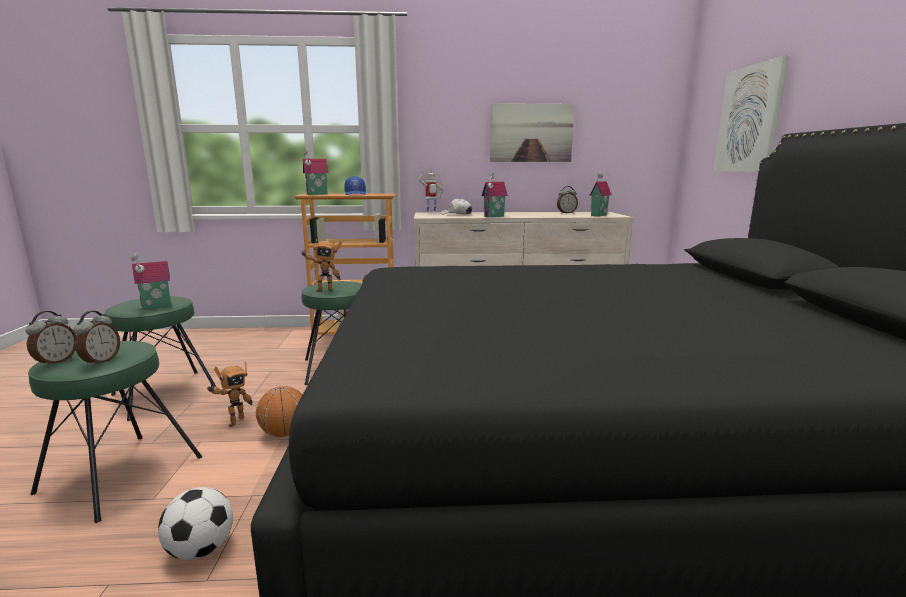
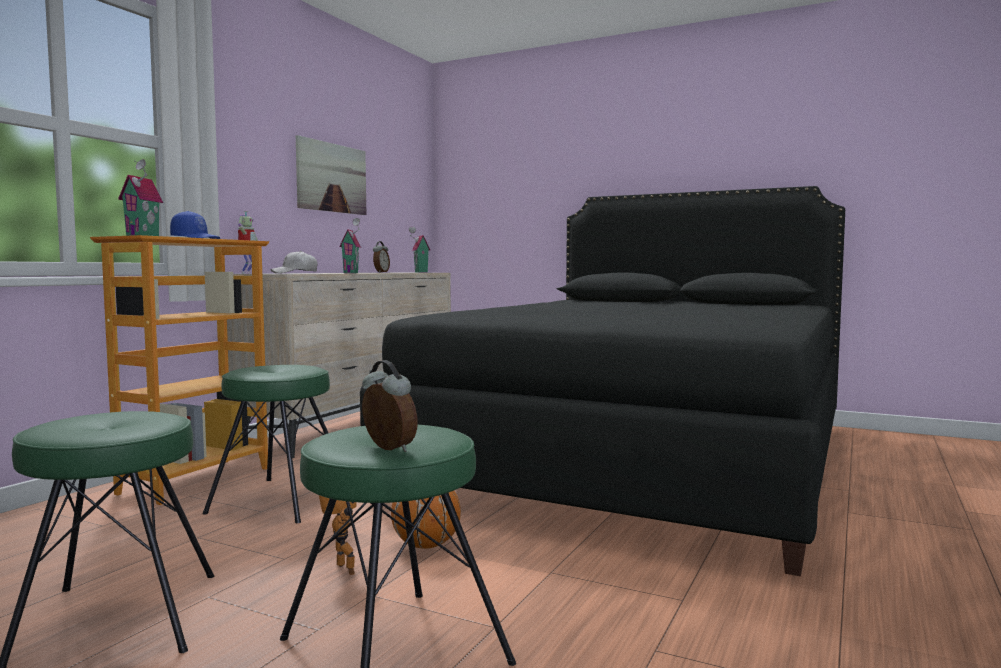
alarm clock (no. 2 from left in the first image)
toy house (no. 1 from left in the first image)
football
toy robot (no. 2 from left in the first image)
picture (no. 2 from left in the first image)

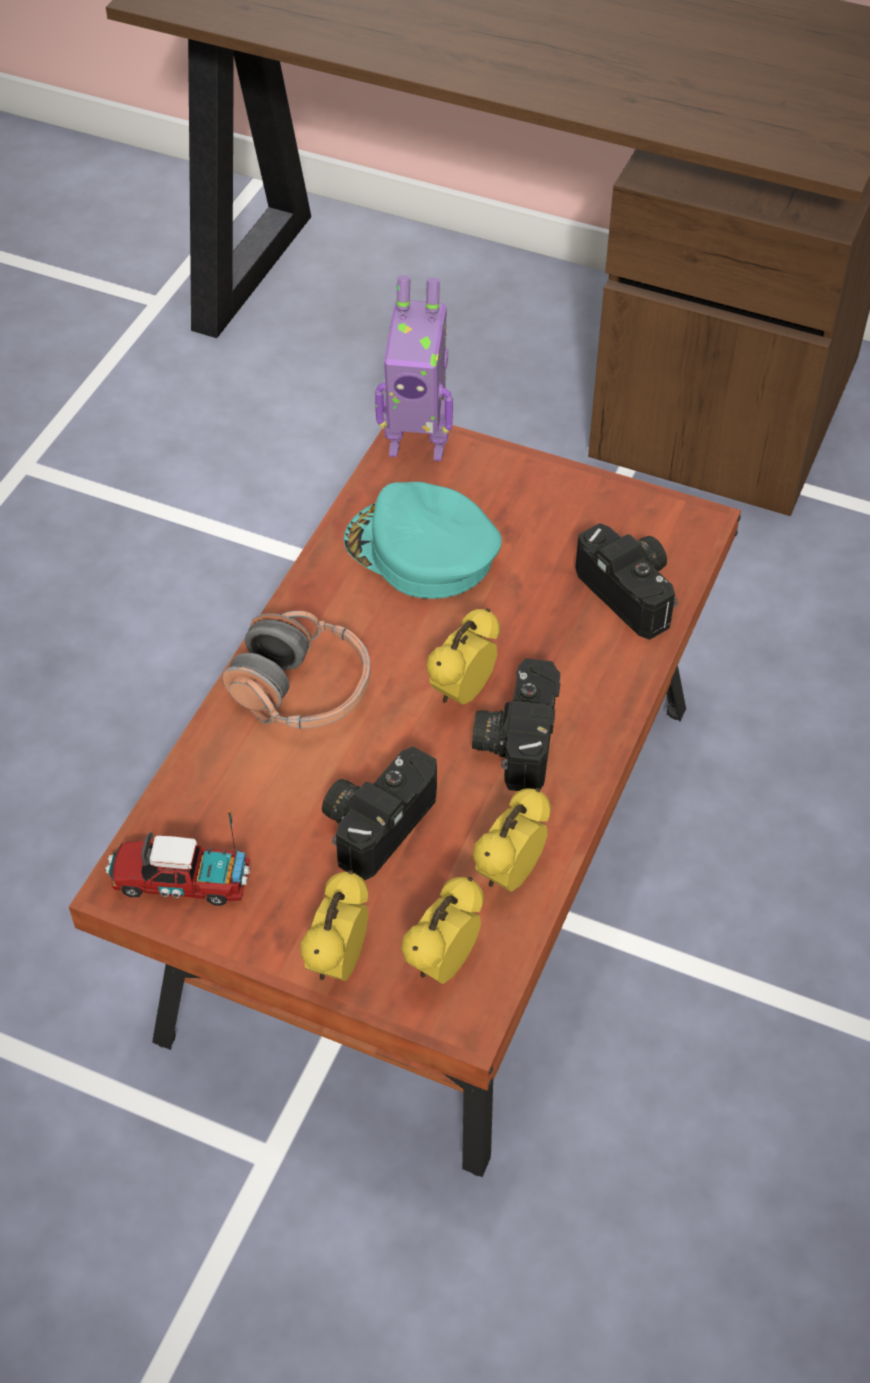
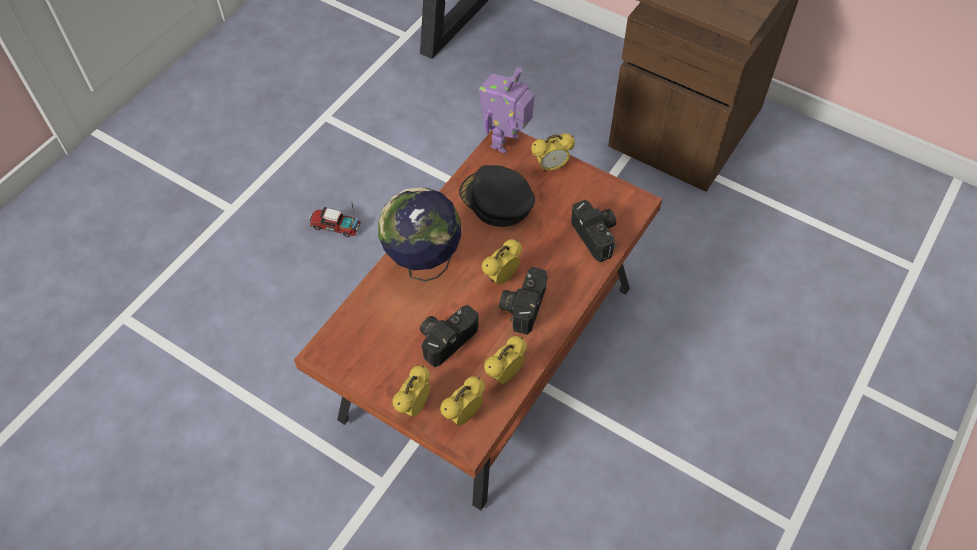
alarm clock (no. 5 from left)
toy truck
globe
cap/black
toy robot

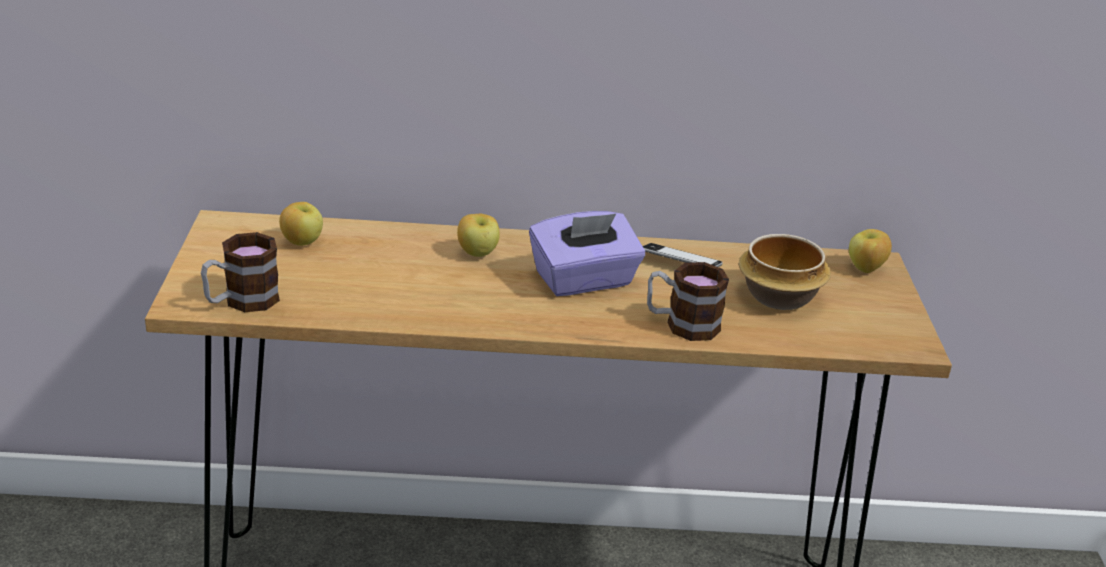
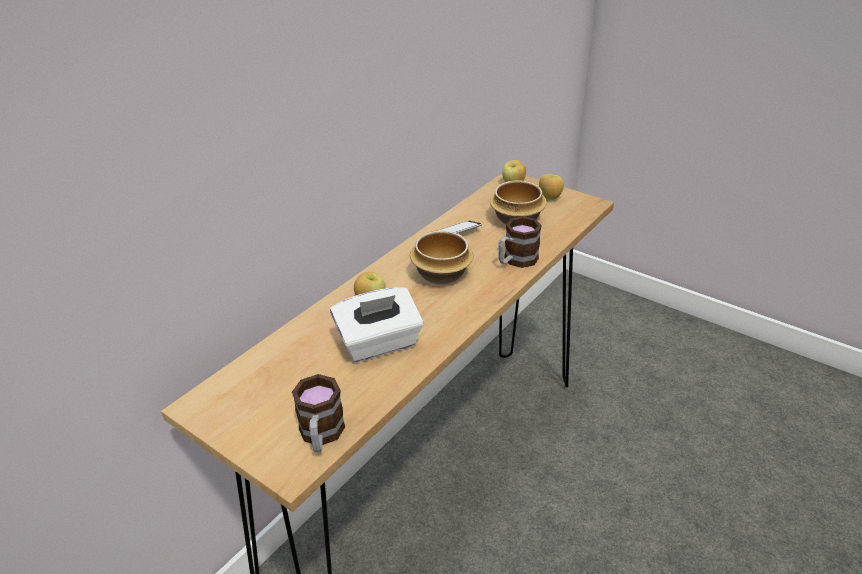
tissue box/white
apple (no. 3 from left)
bowl (no. 1 from left)

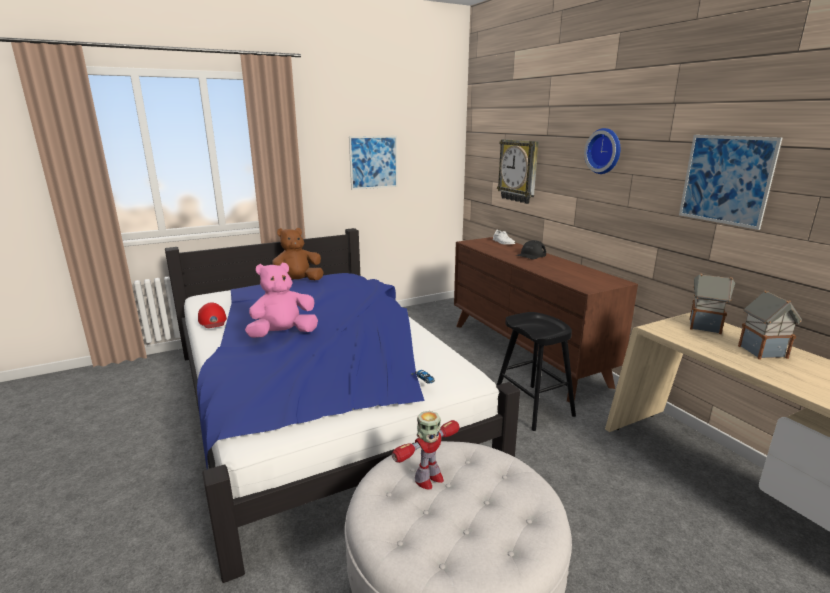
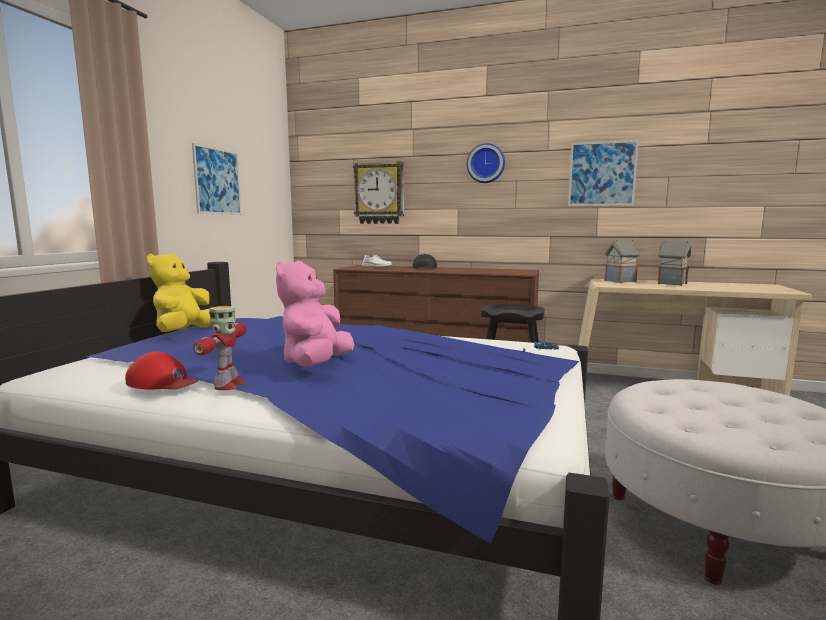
toy robot
plush toy/yellow

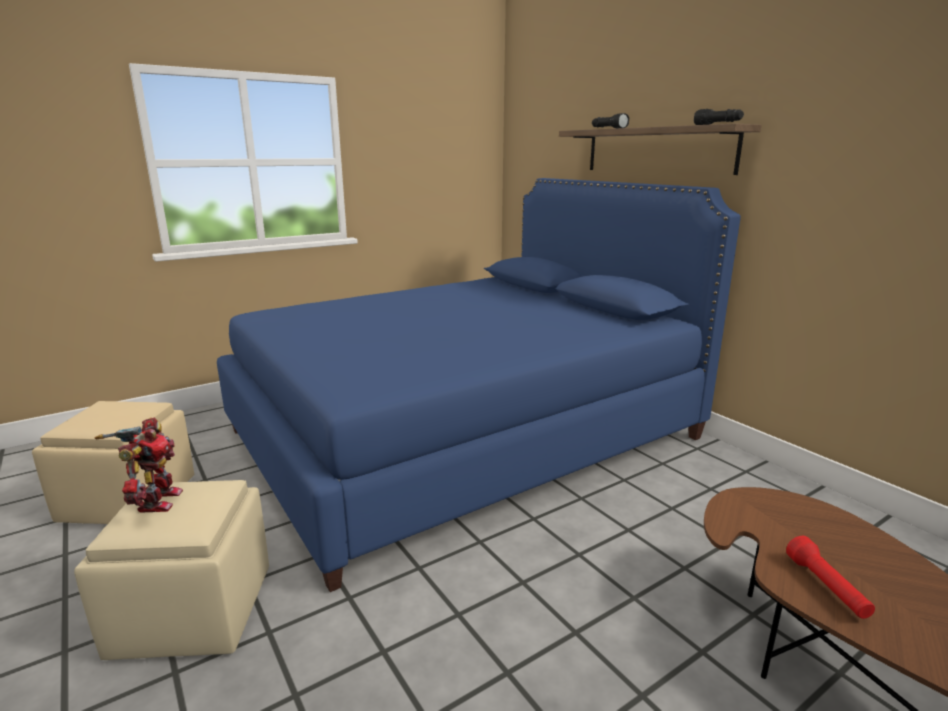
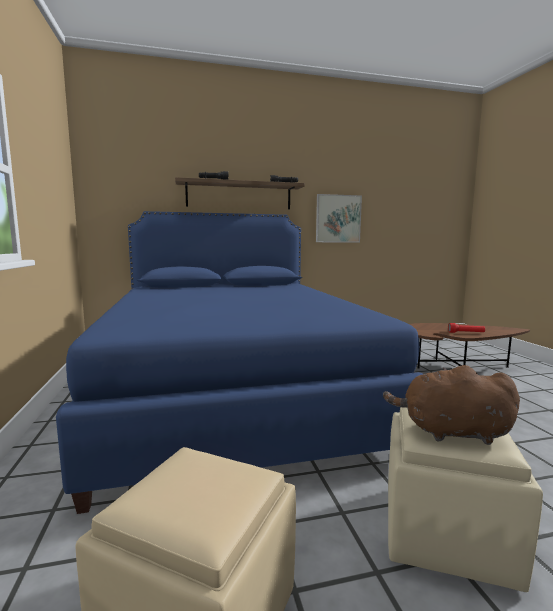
picture
plush toy/brown

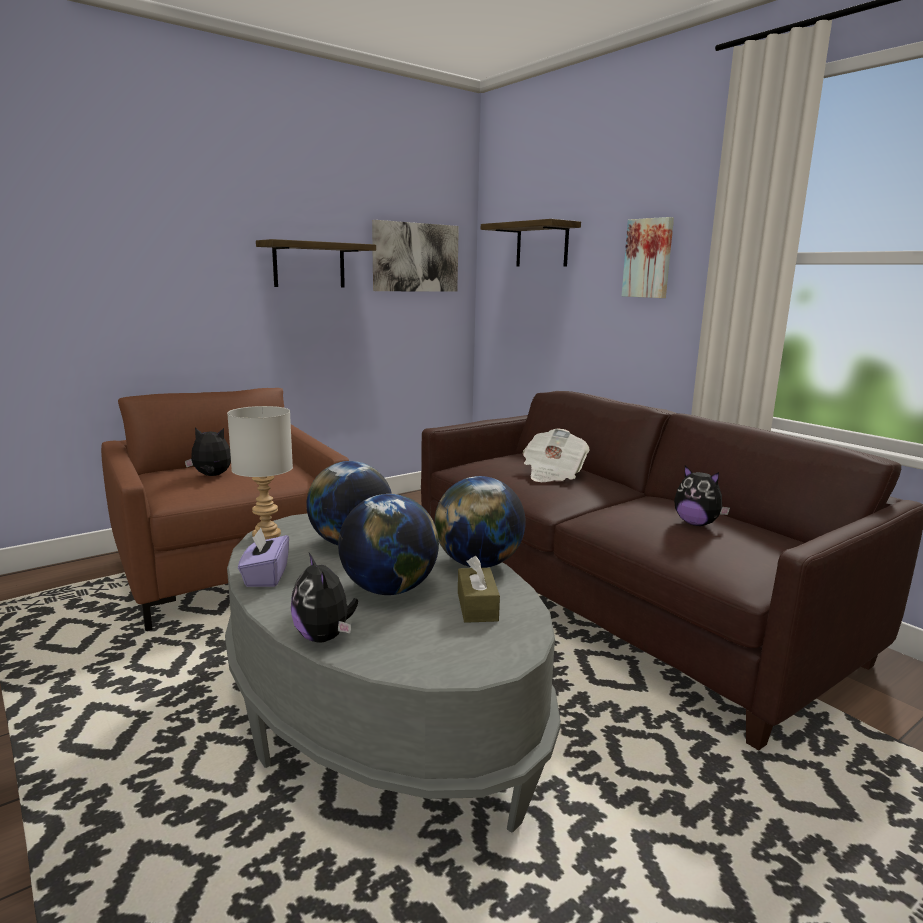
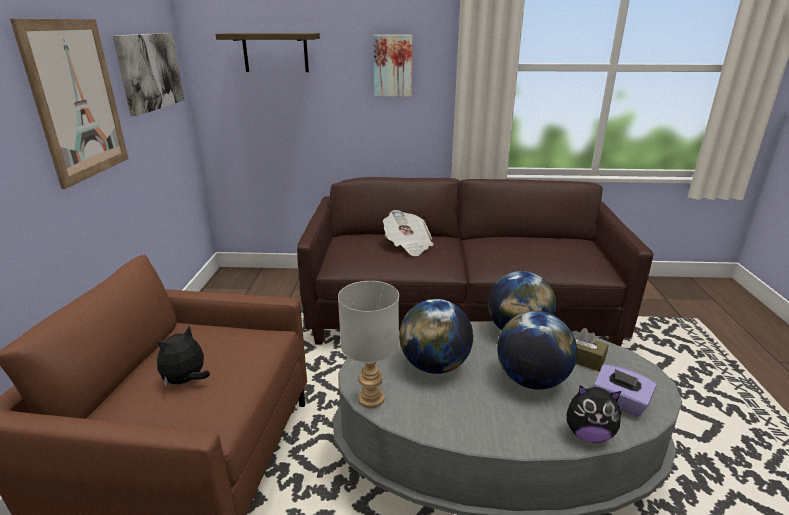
plush toy (no. 3 from left in the first image)
tissue box/purple
picture (no. 1 from left)

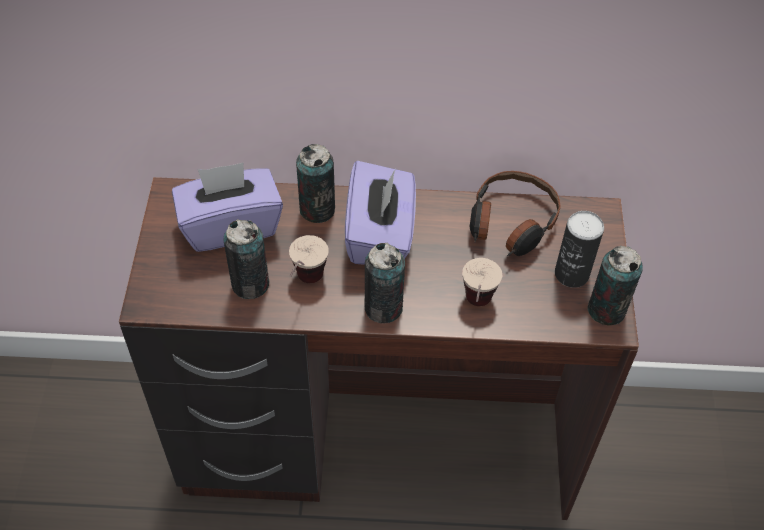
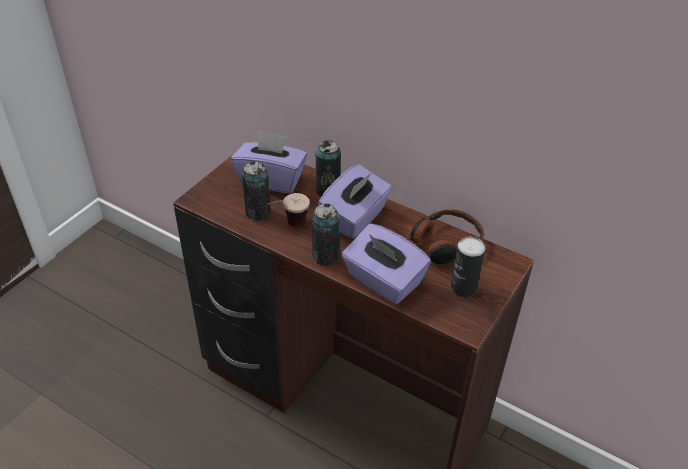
can (no. 5 from left in the first image)
tissue box/purple (no. 3 from left)

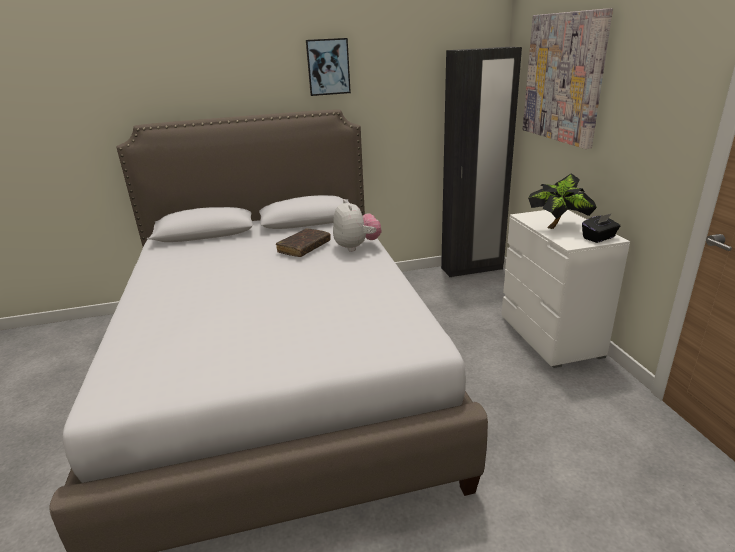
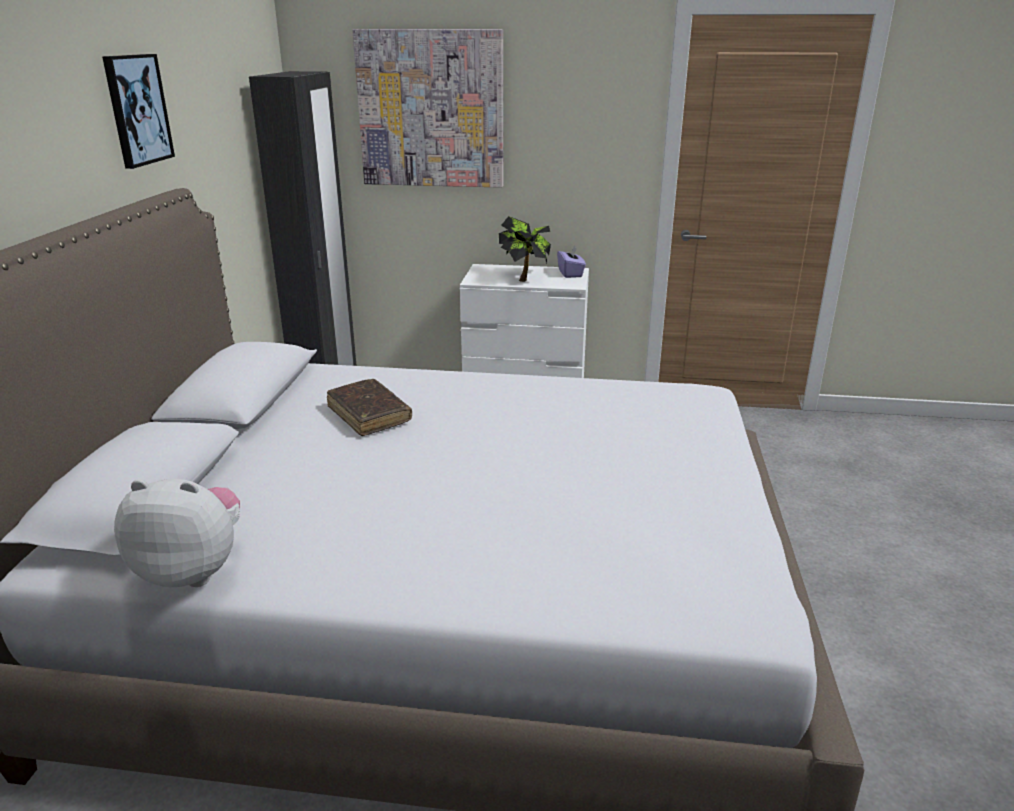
plush toy
tissue box/purple

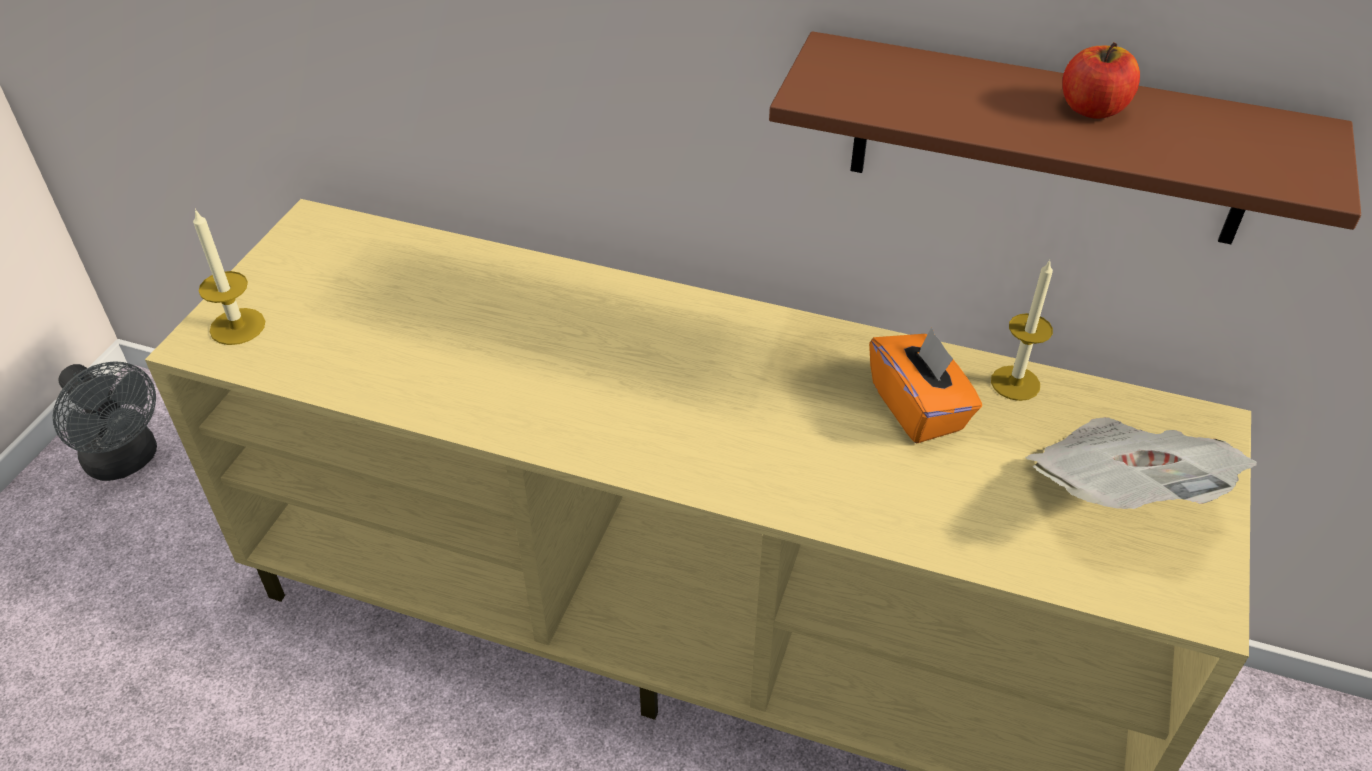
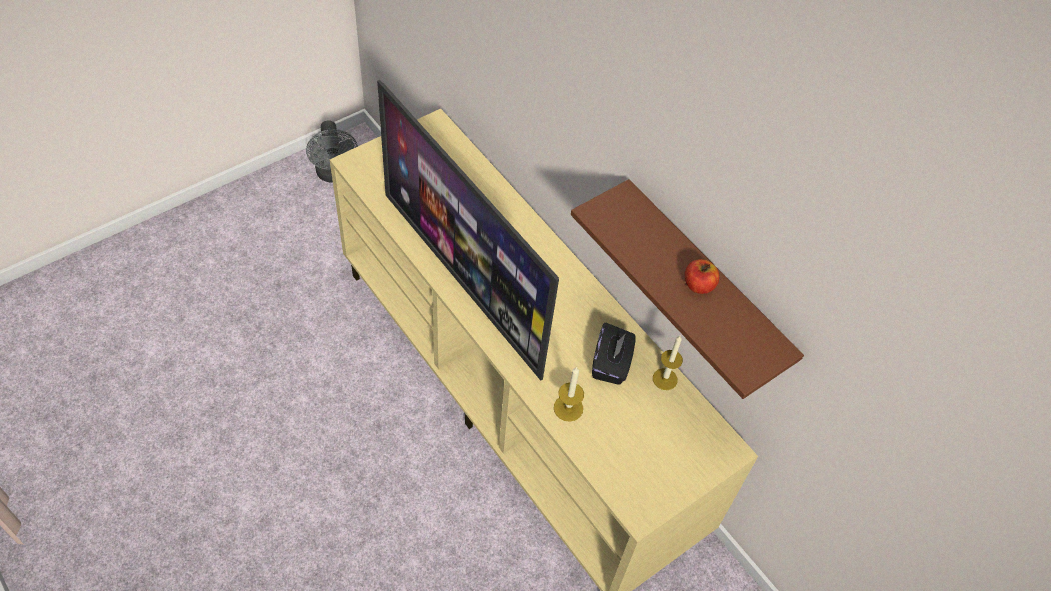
newspaper
television
candle (no. 1 from left)
tissue box/black

